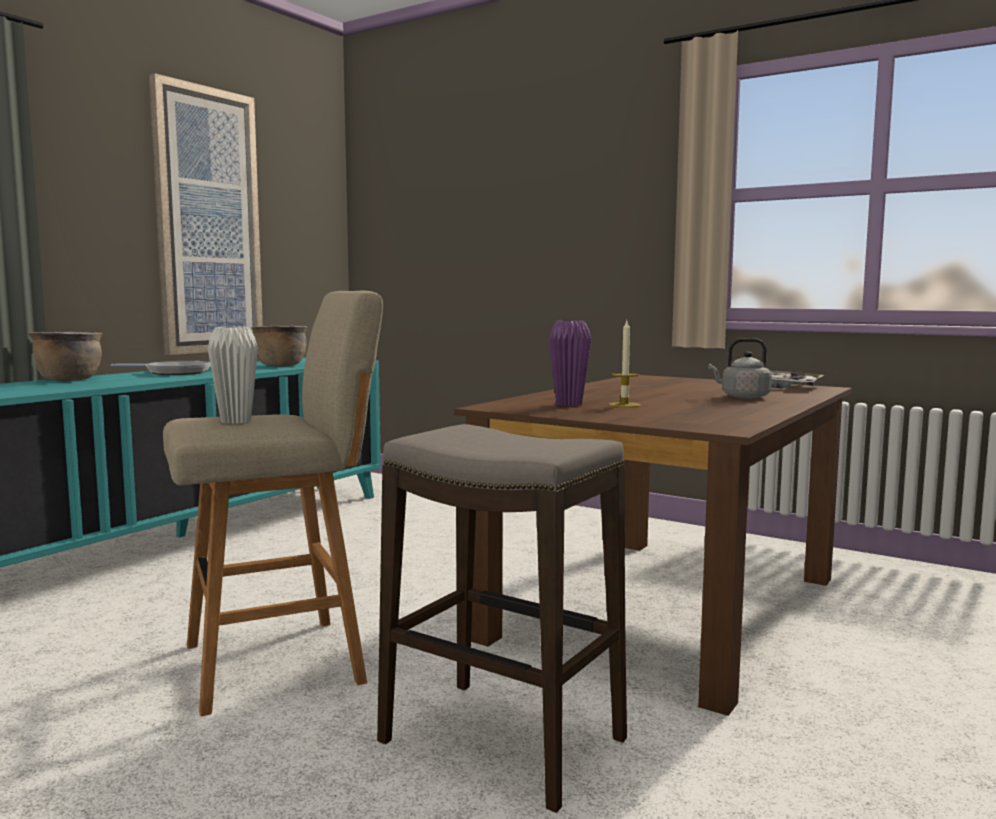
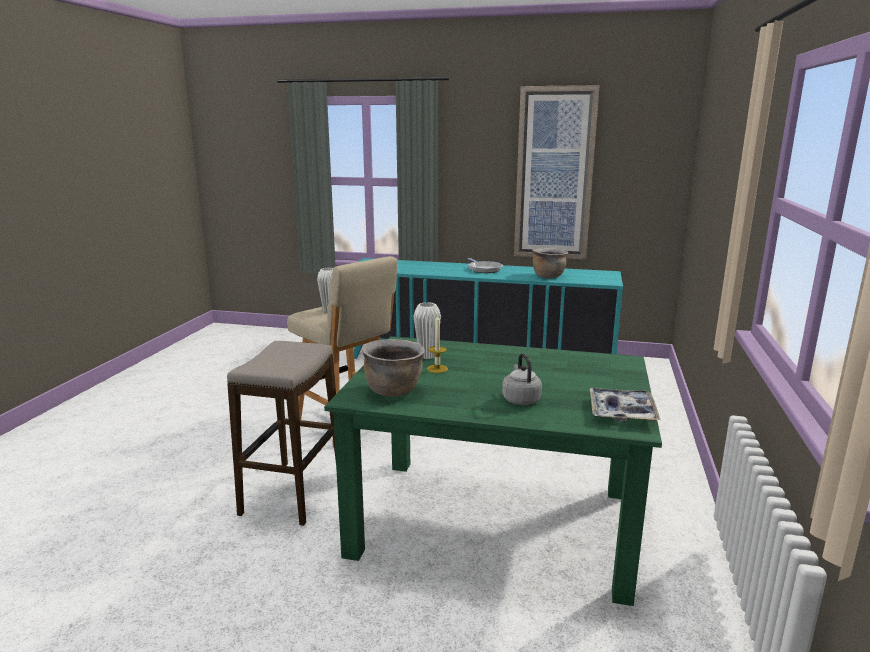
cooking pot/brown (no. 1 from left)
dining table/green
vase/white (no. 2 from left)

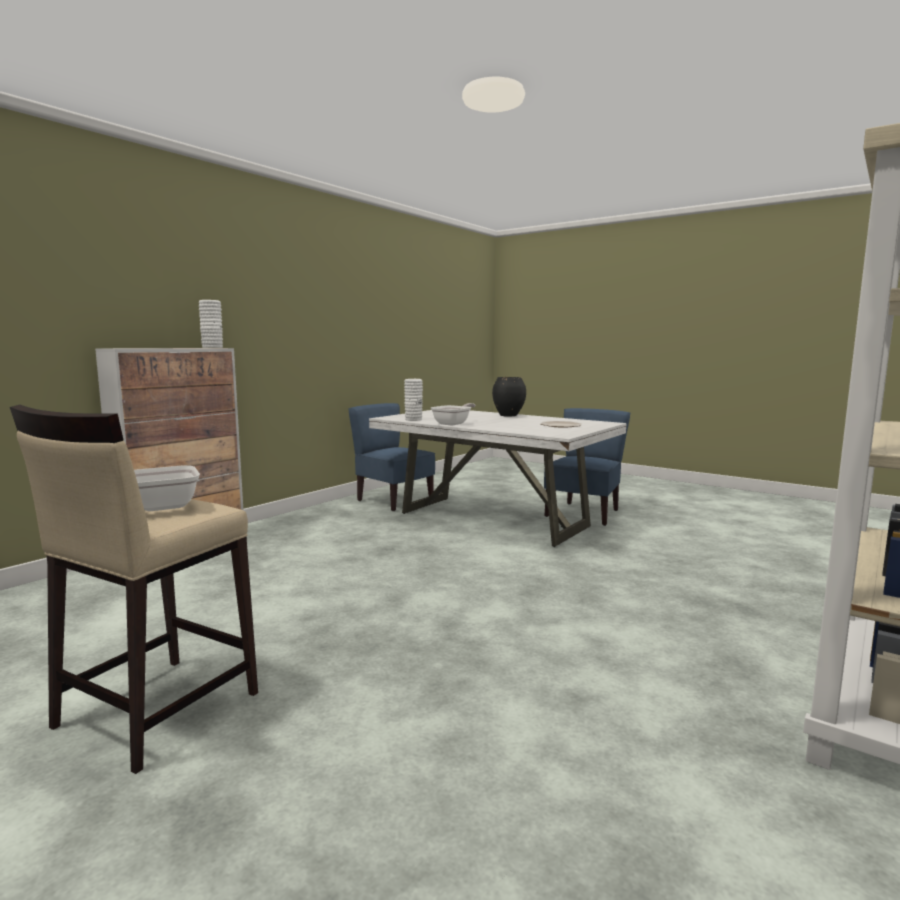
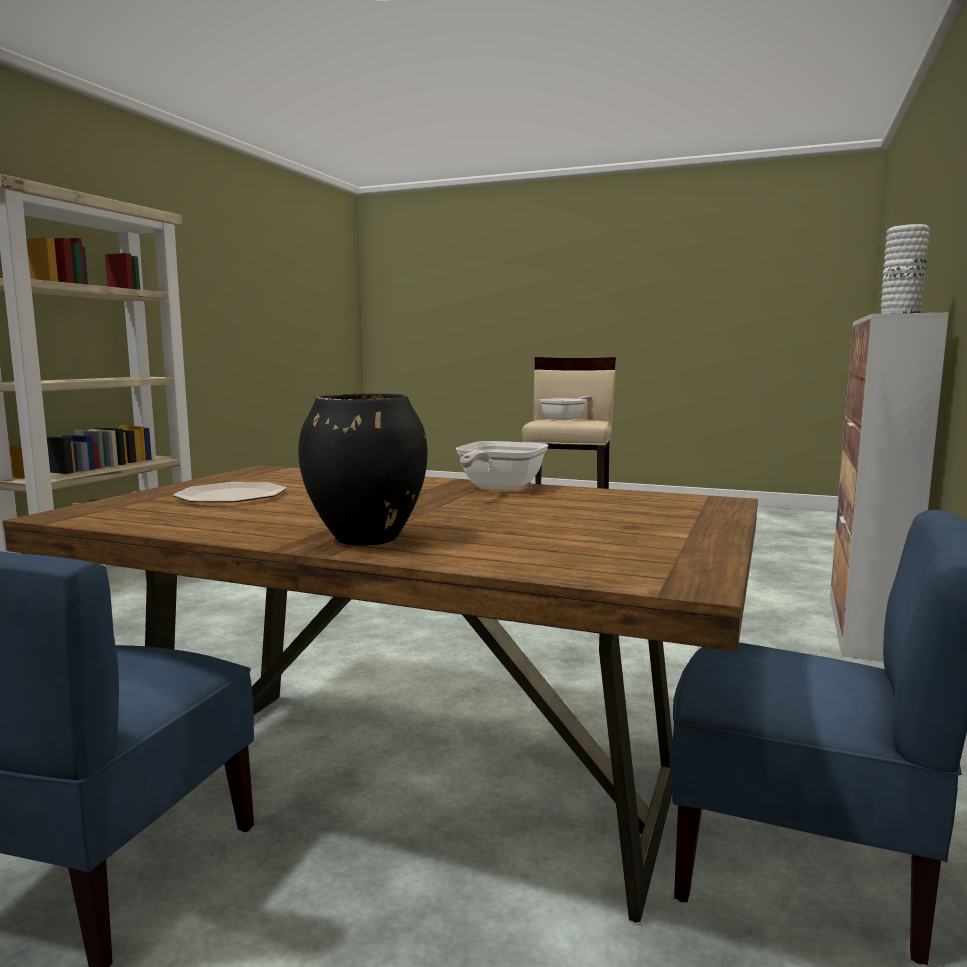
vase/white (no. 2 from left in the first image)
dining table/brown

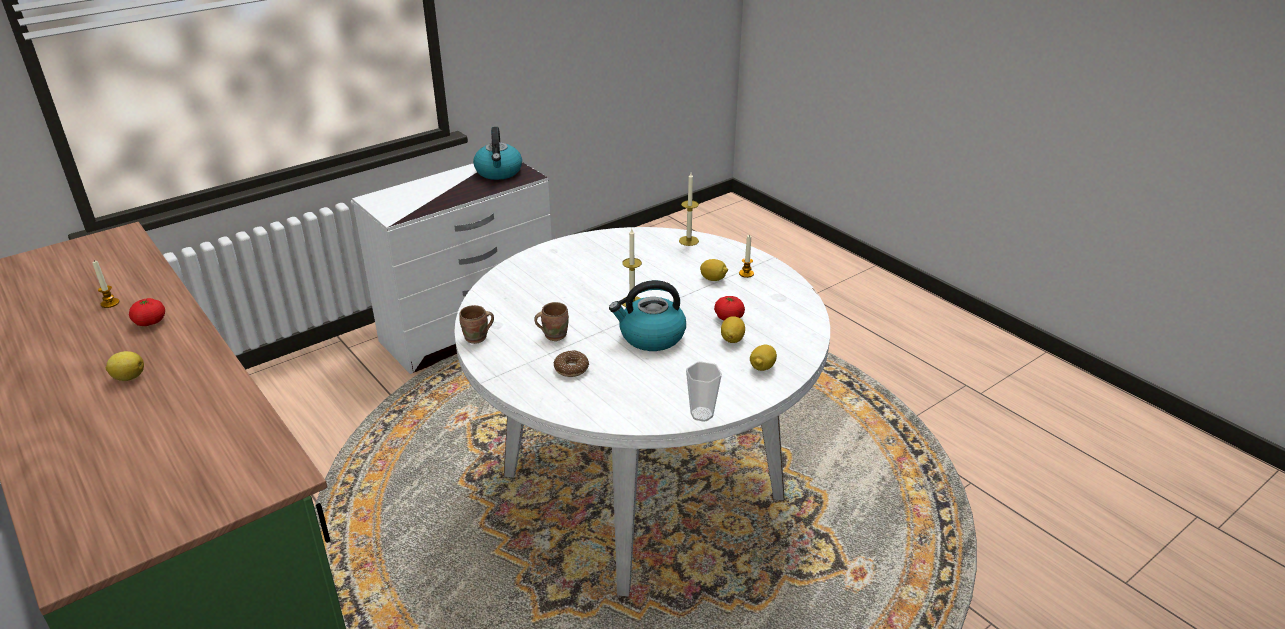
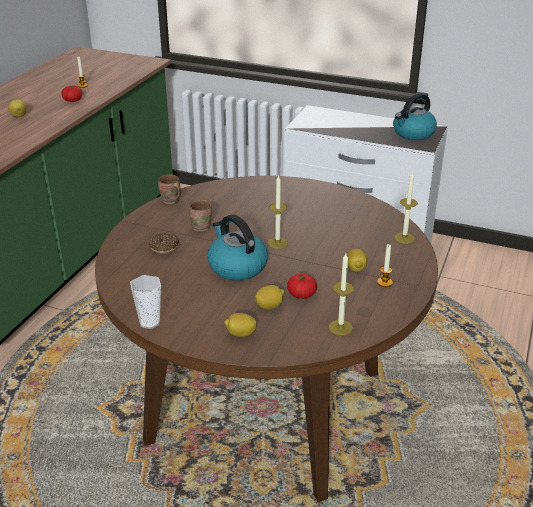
candle (no. 3 from left)
dining table/brown

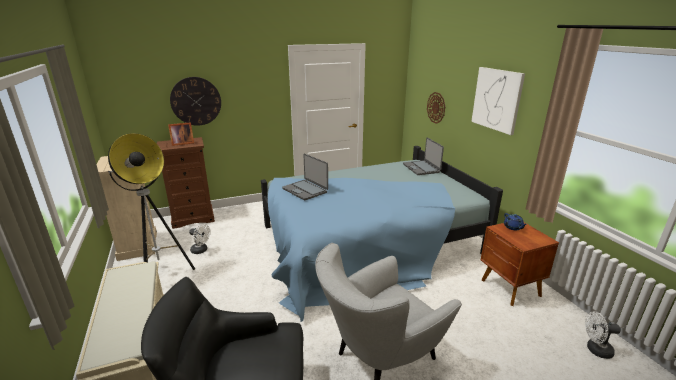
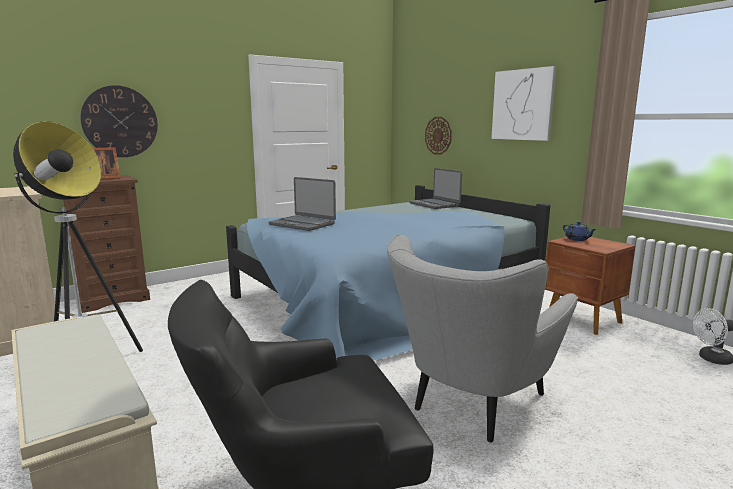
fan/white (no. 1 from left in the first image)

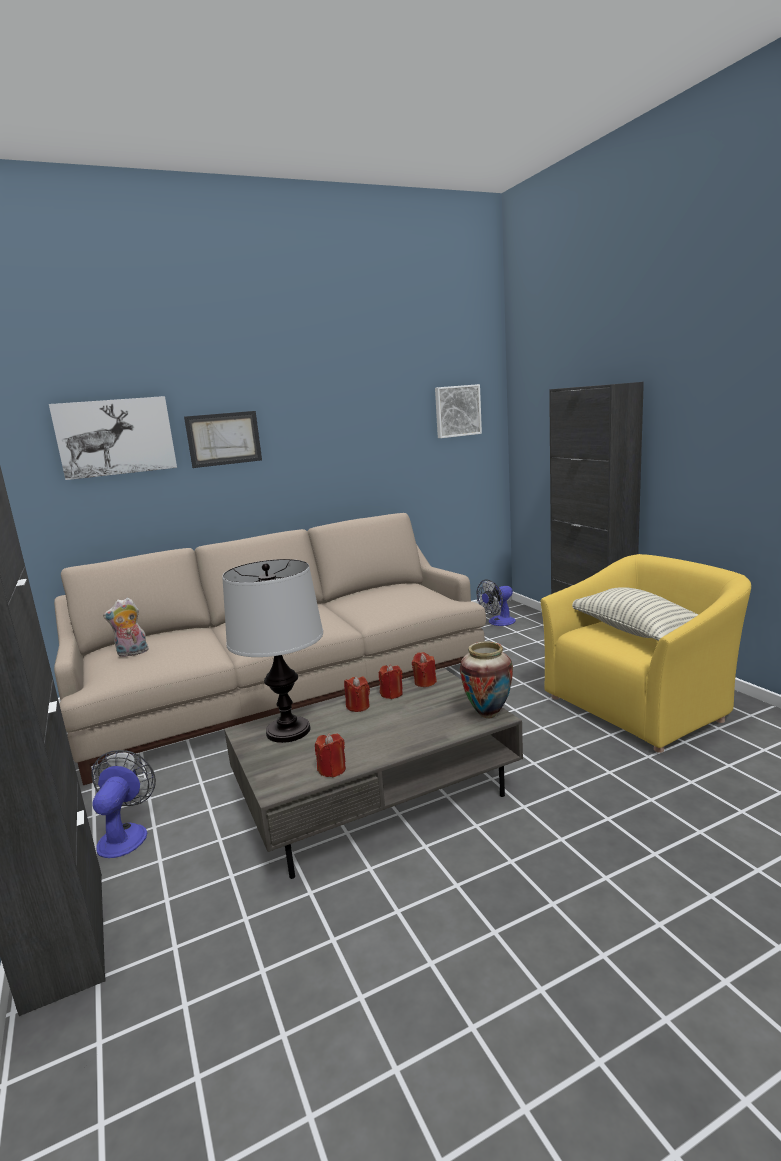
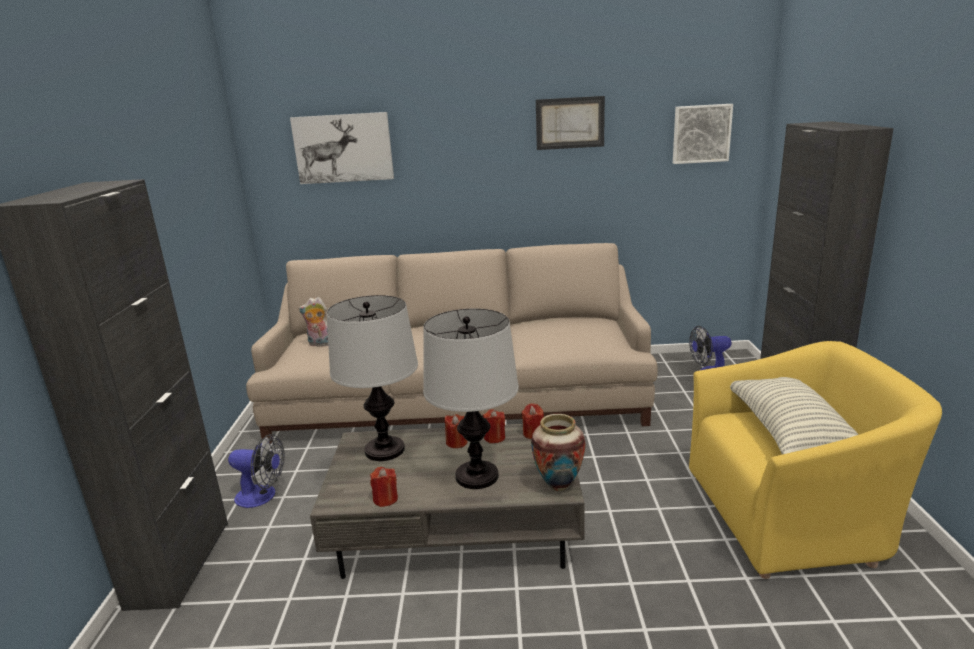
table lamp (no. 2 from left)
picture (no. 2 from left)
fan (no. 1 from left)

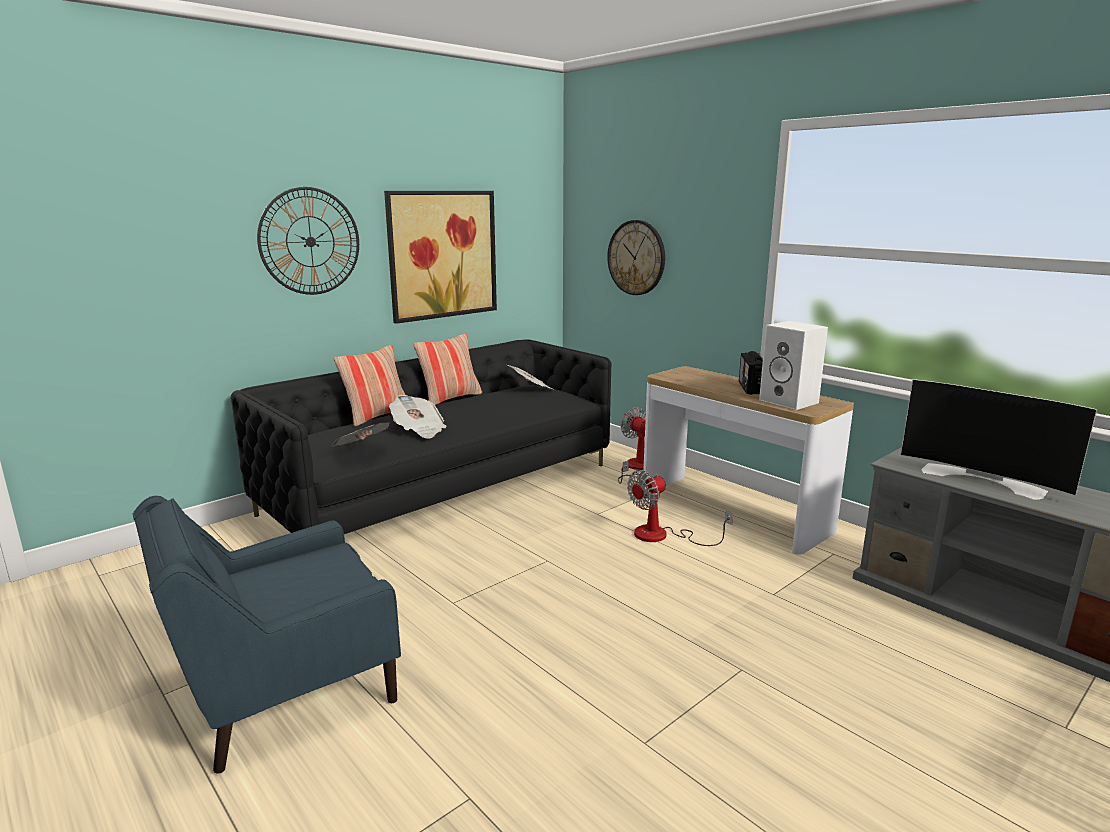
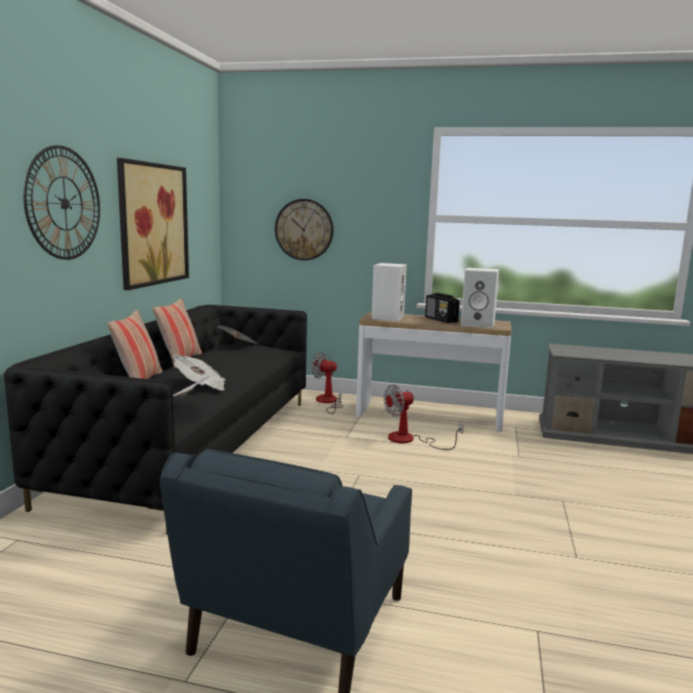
television
speaker/white (no. 1 from left)
fan (no. 2 from left)

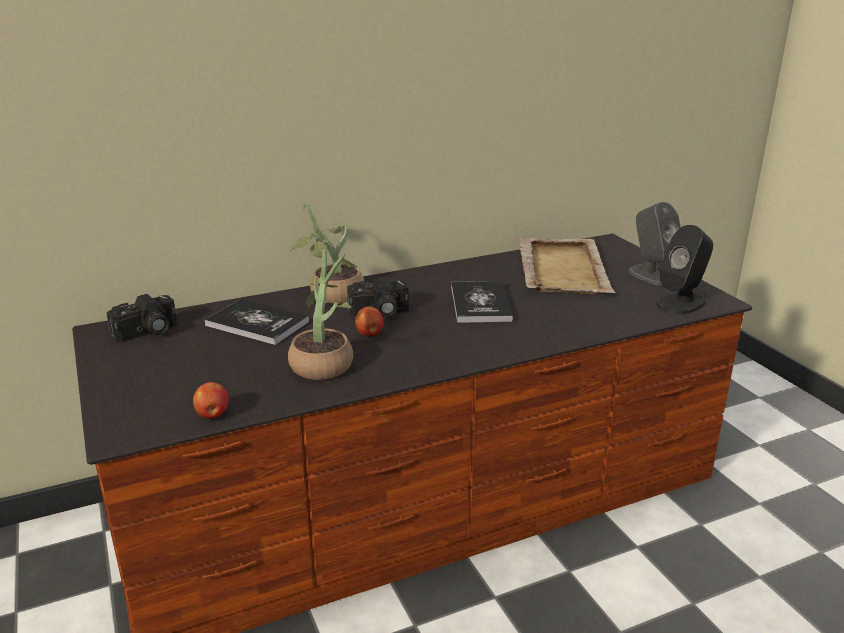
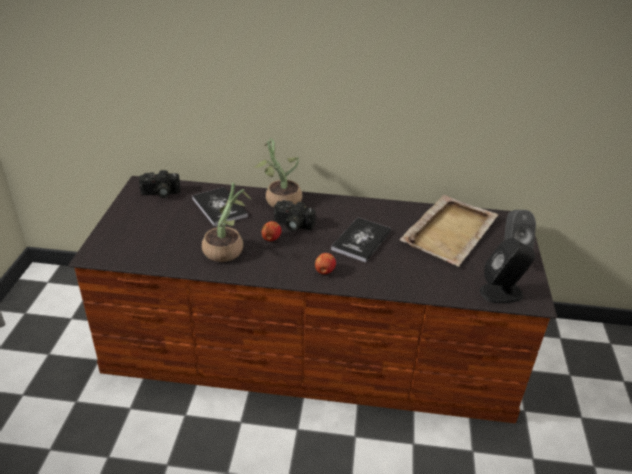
apple (no. 2 from left)

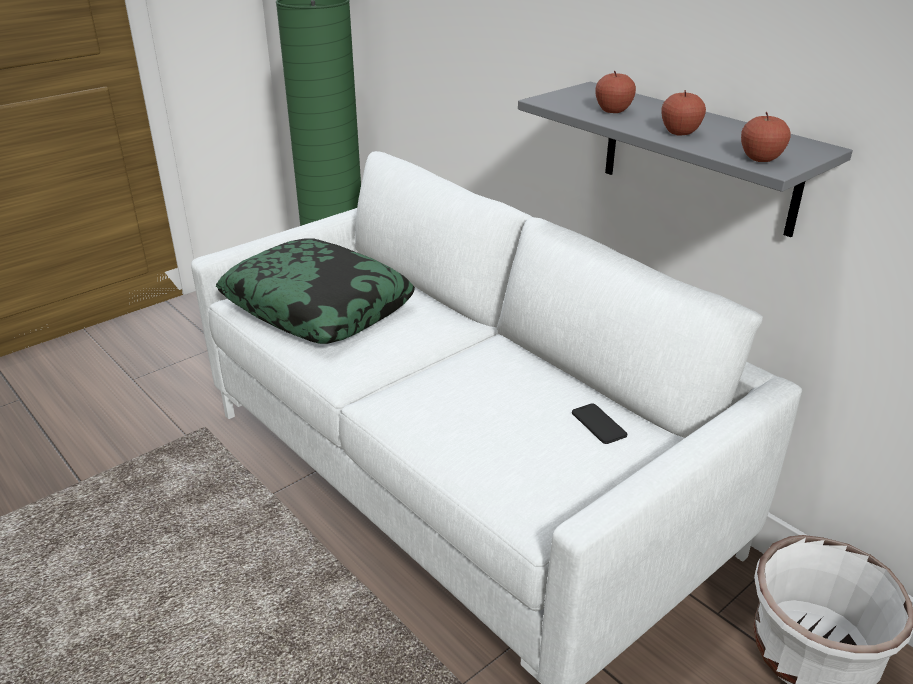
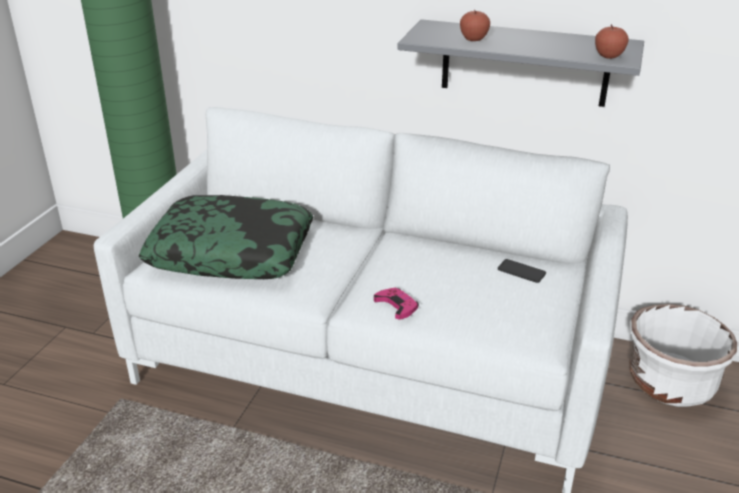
apple (no. 2 from left in the first image)
game controller/pink

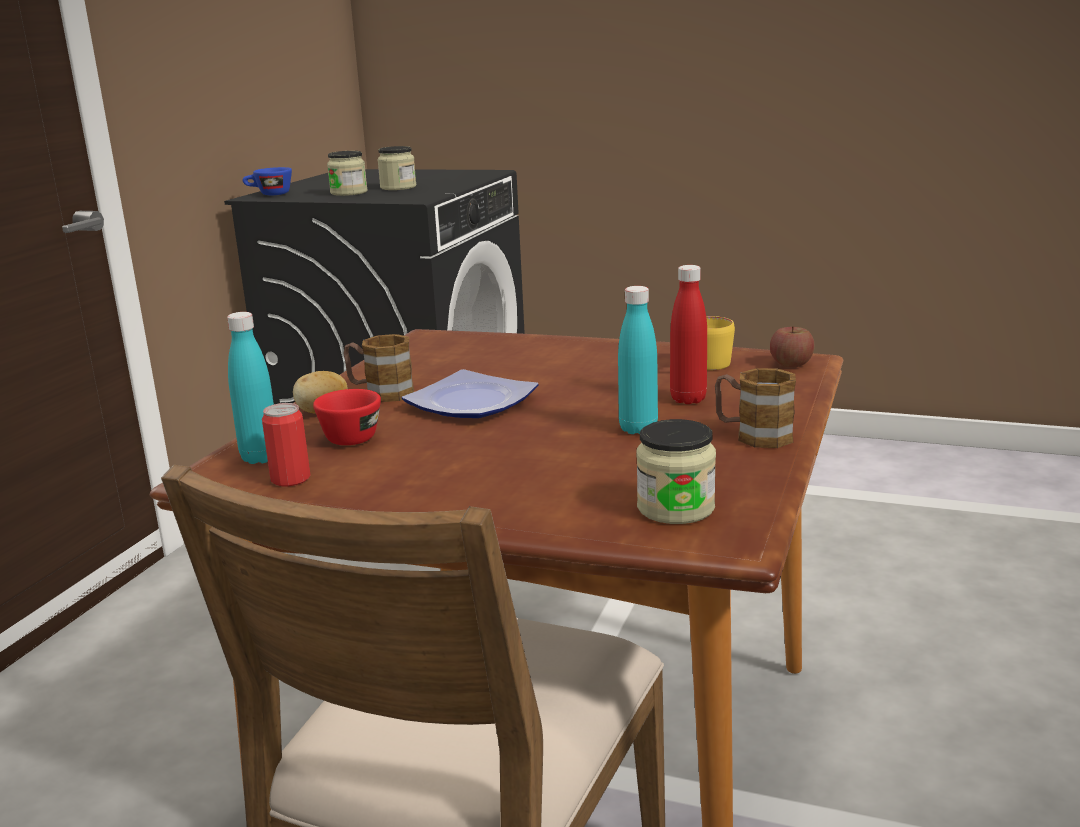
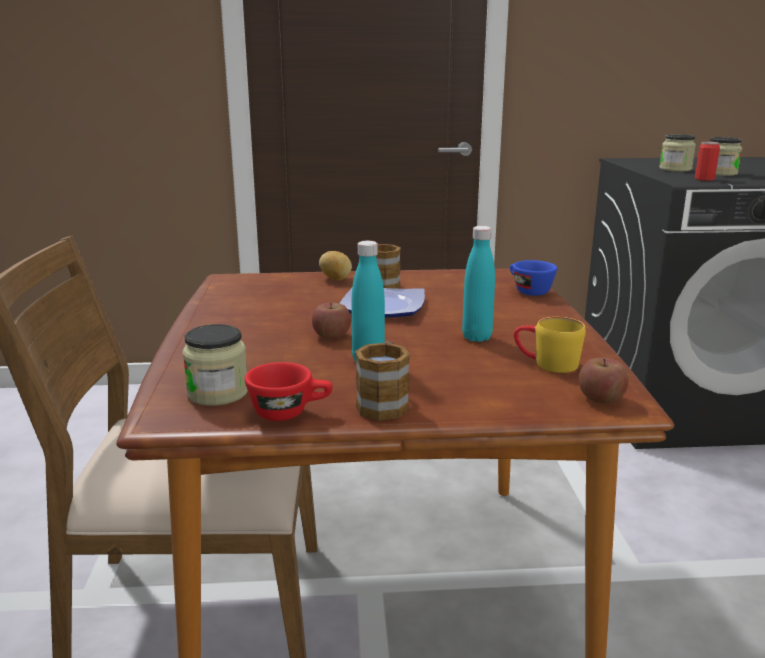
bottle/red
apple (no. 1 from left)
bottle/turquoise (no. 2 from left)
cup/blue
can
cup/red

